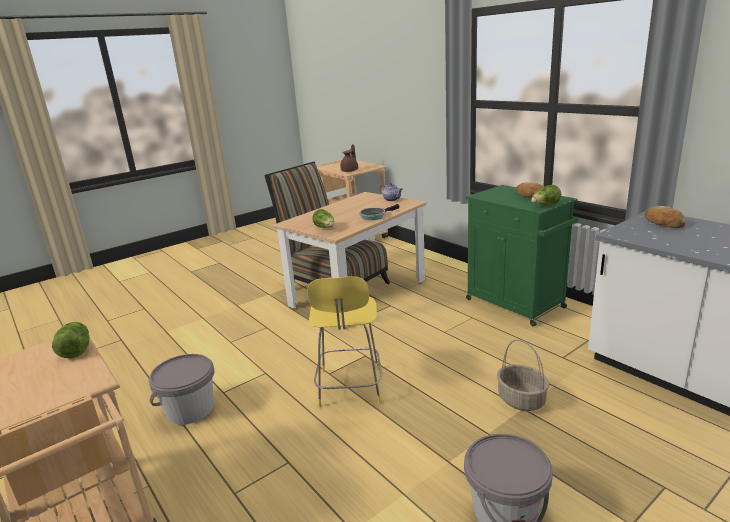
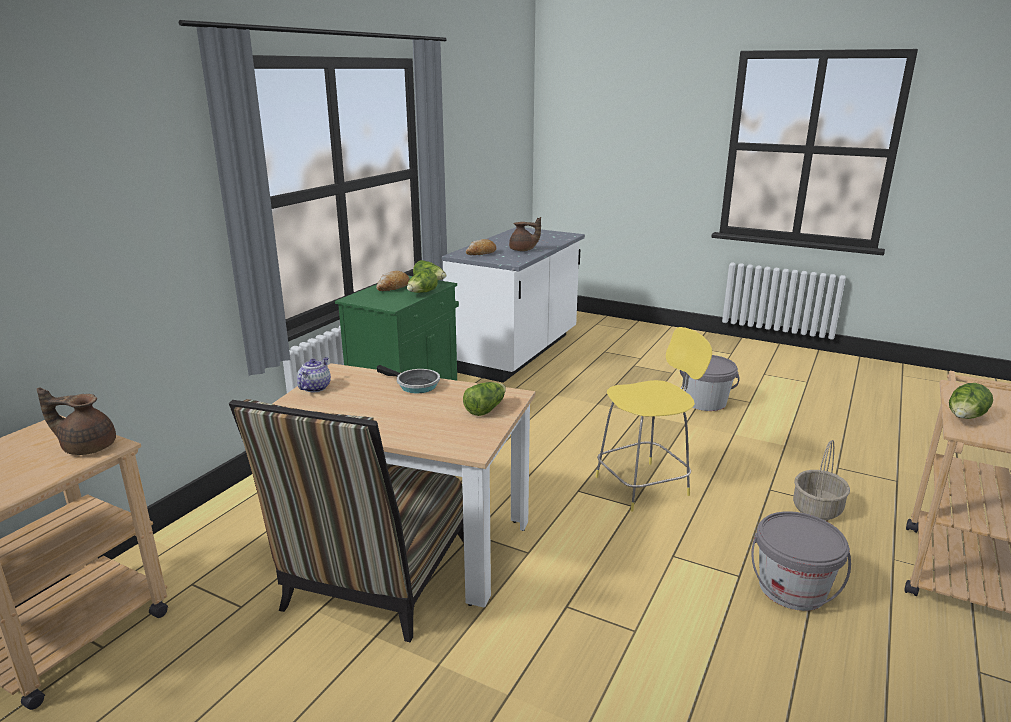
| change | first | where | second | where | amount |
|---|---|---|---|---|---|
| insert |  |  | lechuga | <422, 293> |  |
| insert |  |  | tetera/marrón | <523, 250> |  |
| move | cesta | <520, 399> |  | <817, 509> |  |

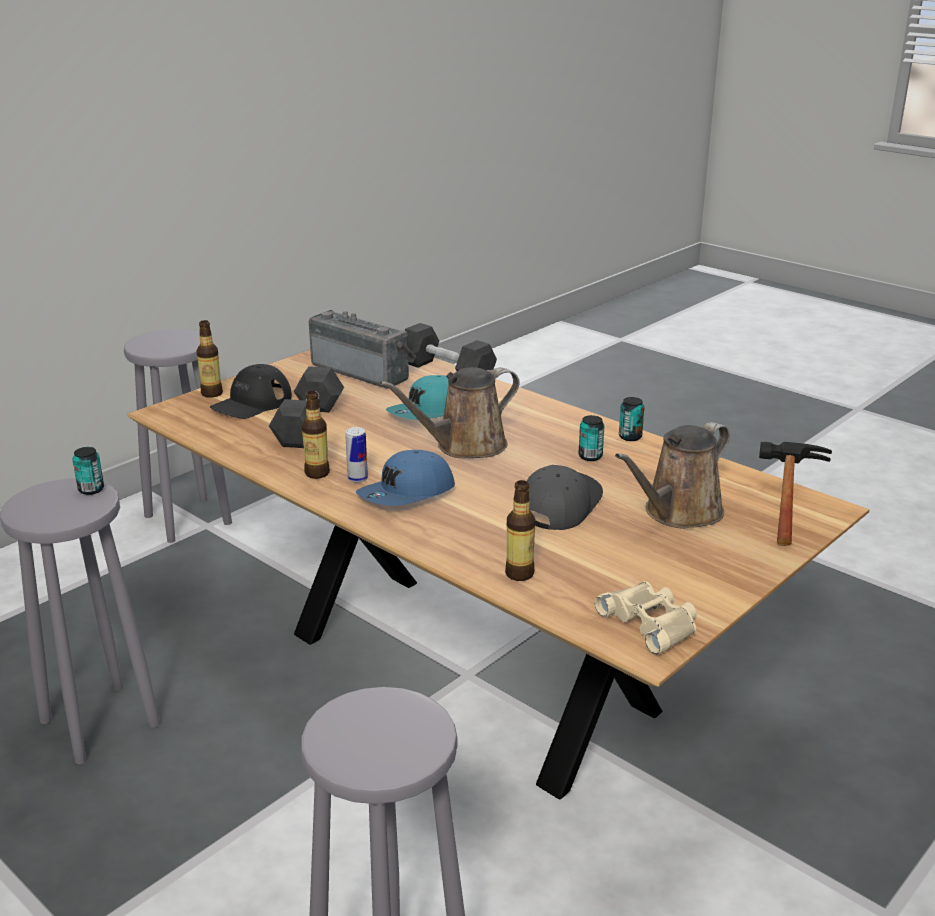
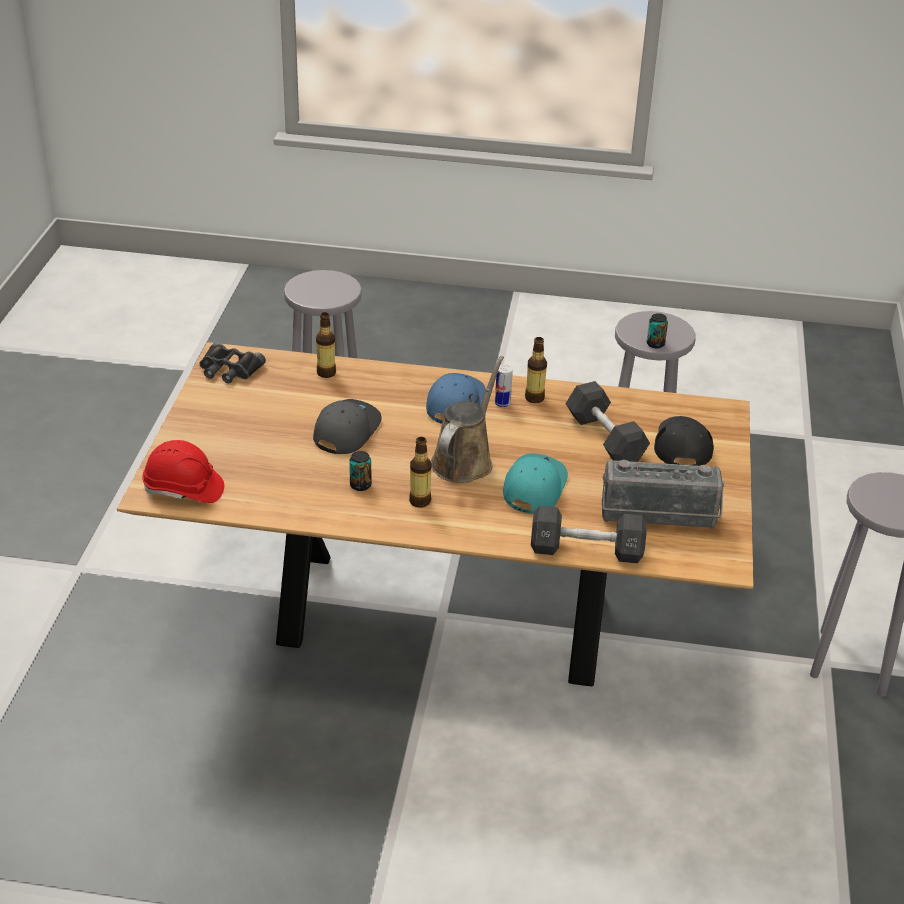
| change | first | where | second | where | amount |
|---|---|---|---|---|---|
| delete | regadera/marrón | <678, 513> |  |  |  |
| delete | lata | <630, 437> |  |  |  |
| move | botella | <212, 393> |  | <420, 501> |  |
| replace | martillo | <784, 503> | casco/rojo | <184, 489> |  |
| recolor | prismáticos/beis | <651, 622> | prismáticos/negro | <229, 369> |  |
| rotate | gorra/gris | <558, 504> |  | <346, 430> | 150 degrees counterclockwise |

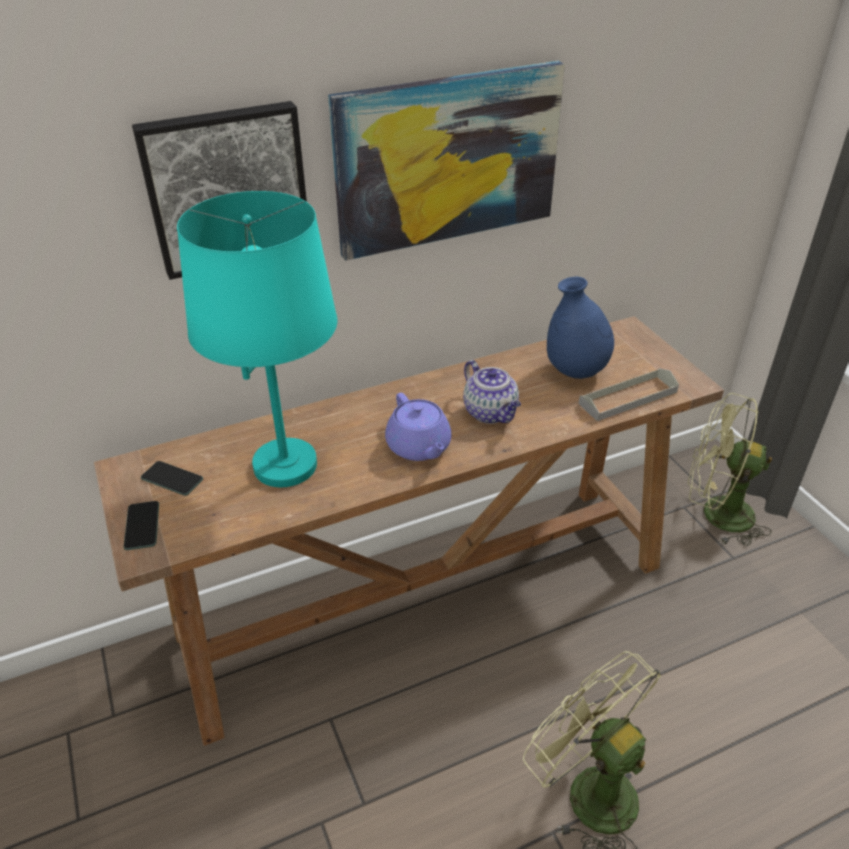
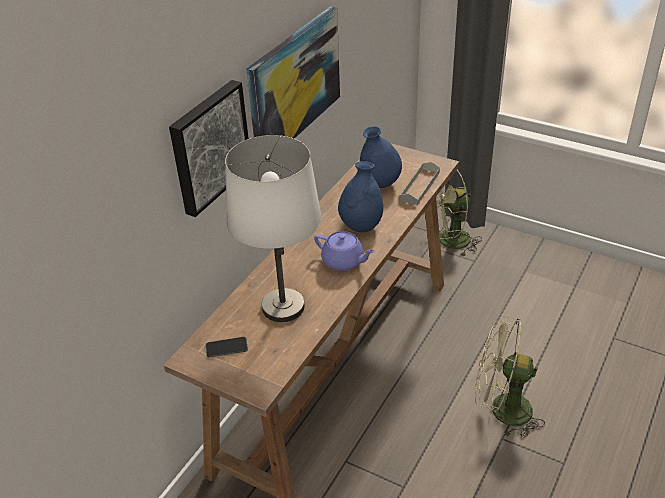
| change | first | where | second | where | amount |
|---|---|---|---|---|---|
| delete | móvil | <142, 526> |  |  |  |
| replace | tetera | <491, 413> | florero/azul | <361, 226> |  |
| recolor | lámpara de mesa/turquesa | <284, 465> | lámpara de mesa/blanco | <282, 307> |  |

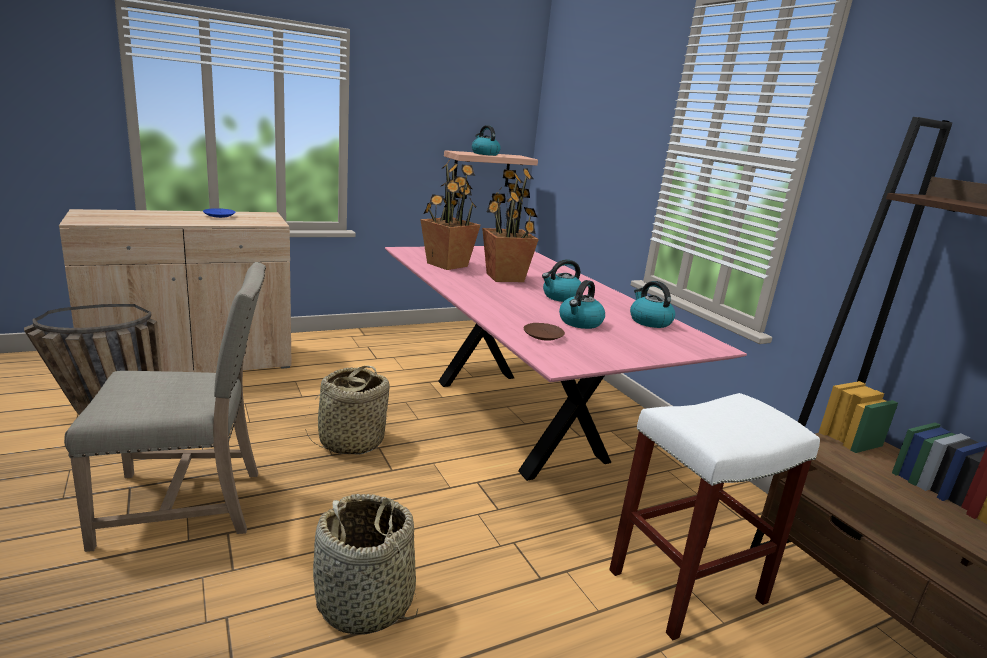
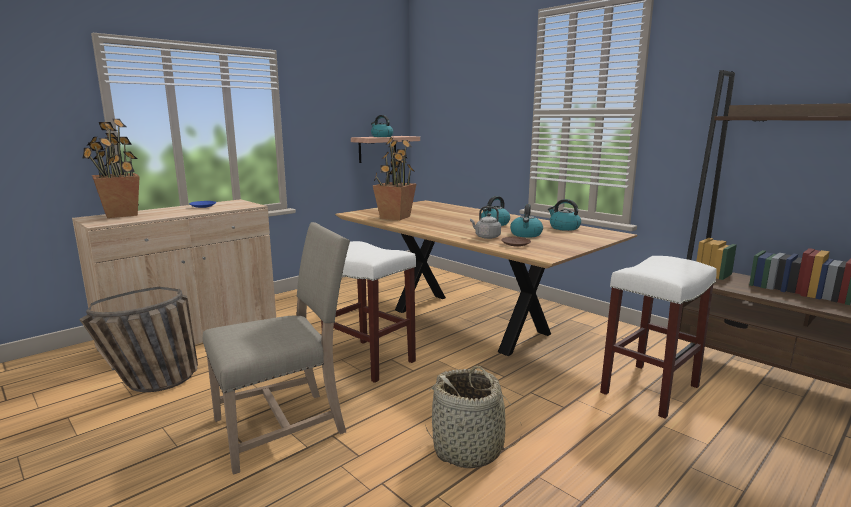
| change | first | where | second | where | amount |
|---|---|---|---|---|---|
| insert |  |  | hervidor/gris | <486, 237> |  |
| move | planta en maceta | <504, 277> |  | <120, 215> |  |
| replace | cesta | <351, 441> | taburete/blanco | <367, 360> |  |
| recolor | mesa de comedor/rosa | <516, 418> | mesa de comedor/marrón | <469, 322> |  |

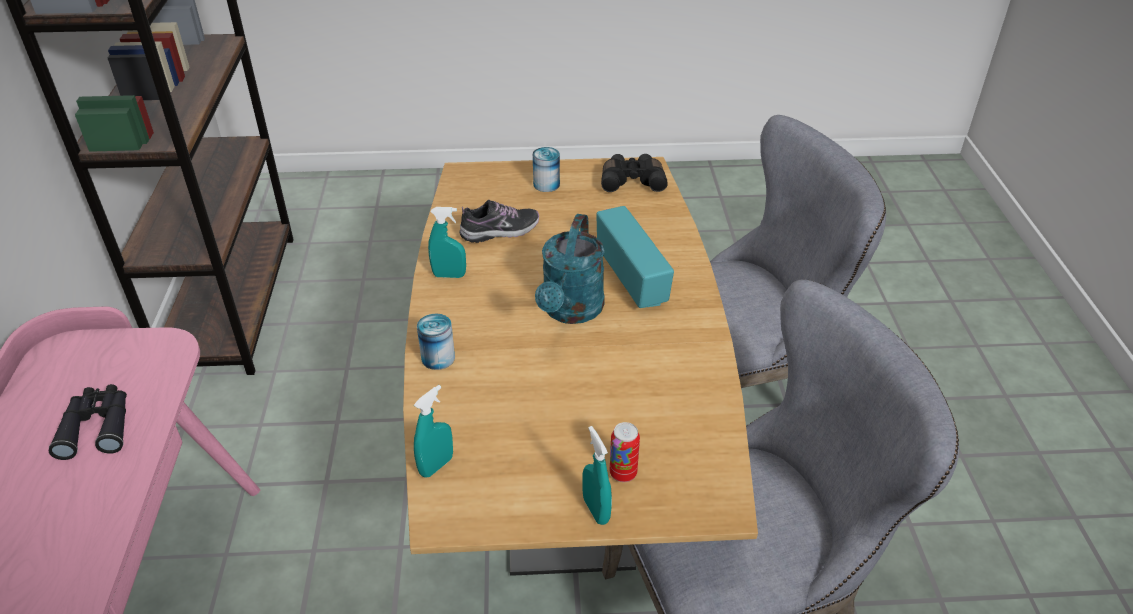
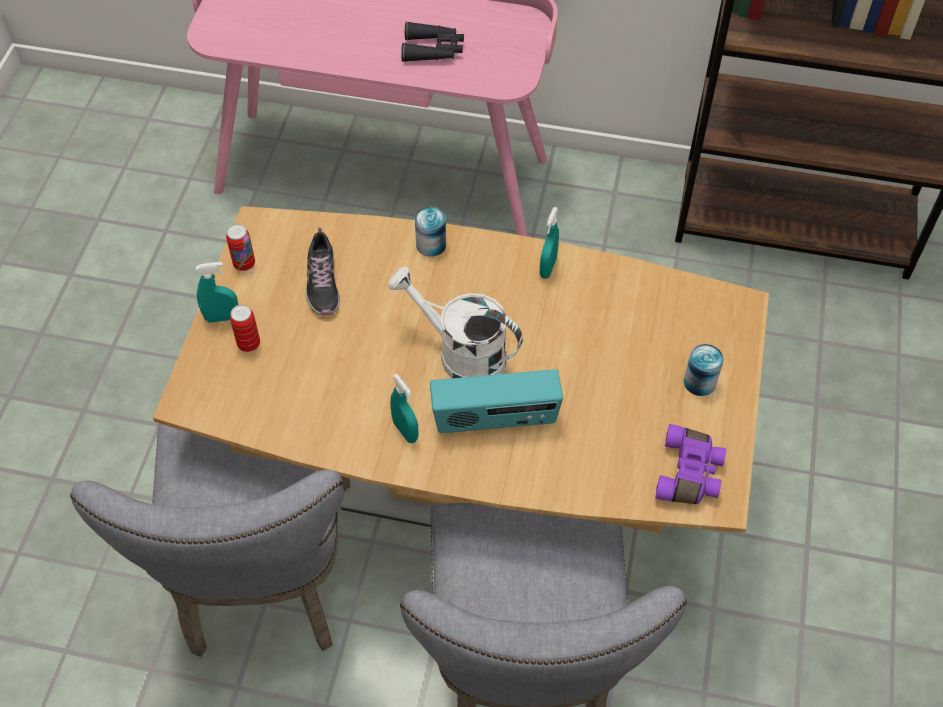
| change | first | where | second | where | amount |
|---|---|---|---|---|---|
| insert |  |  | lata | <244, 264> |  |
| move | pulverizador/turquesa | <436, 466> |  | <405, 431> |  |
| move | zapato | <500, 231> |  | <322, 283> |  |
| recolor | regadera/turquesa | <570, 311> | regadera/blanco | <461, 354> |  |
| recolor | prismáticos/negro | <632, 181> | prismáticos/morado | <690, 474> |  |

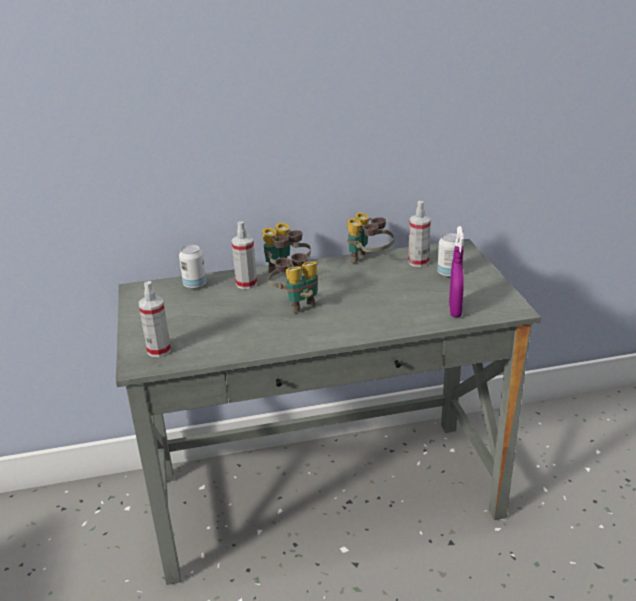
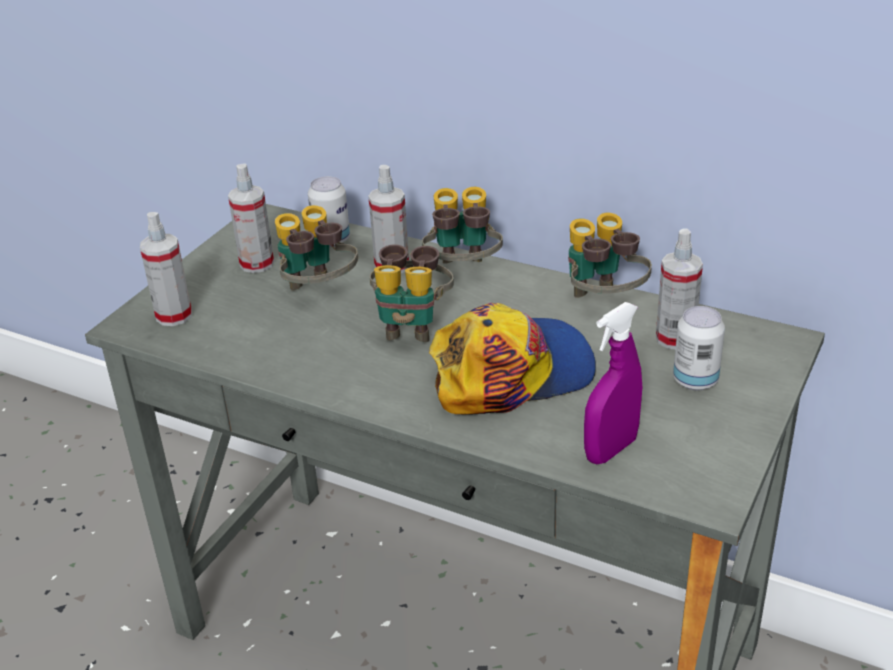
| change | first | where | second | where | amount |
|---|---|---|---|---|---|
| insert |  |  | pulverizador | <257, 264> |  |
| insert |  |  | prismáticos | <318, 293> |  |
| insert |  |  | gorra | <511, 372> |  |

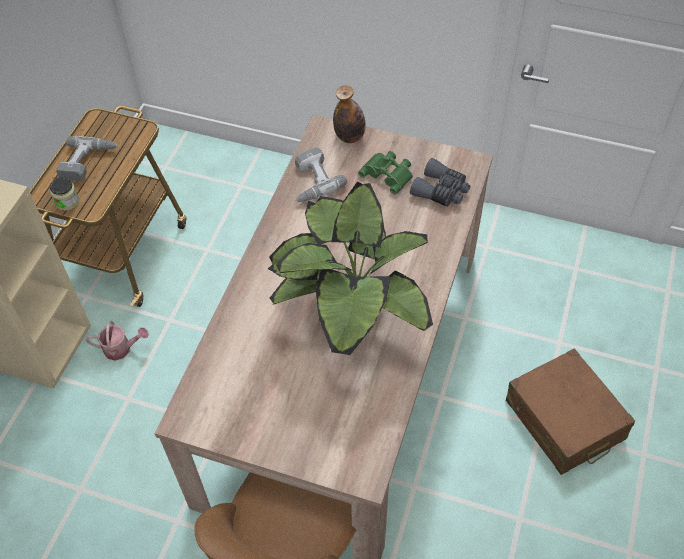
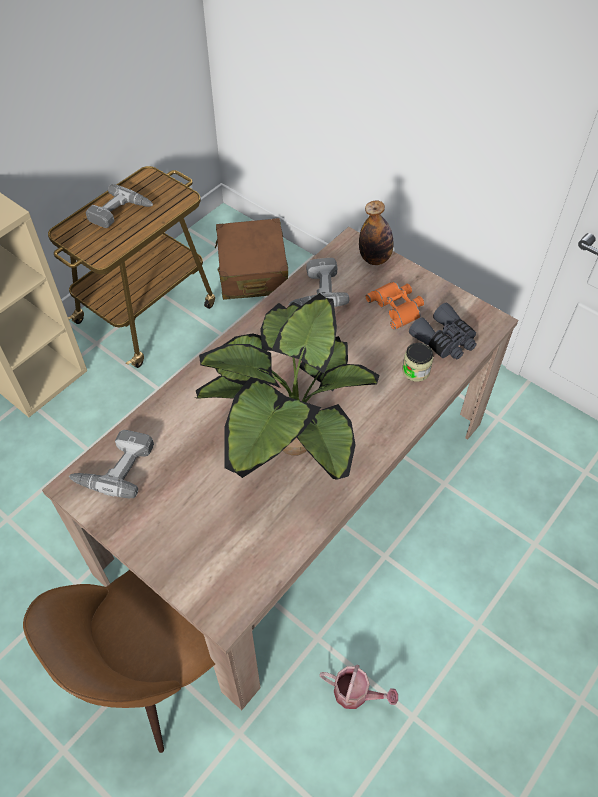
| change | first | where | second | where | amount |
|---|---|---|---|---|---|
| insert |  |  | taladro | <114, 466> |  |
| move | tarro | <67, 202> |  | <415, 371> |  |
| move | regadera | <121, 348> |  | <356, 693> |  |
| move | maleta/marrón | <564, 420> |  | <252, 271> |  |
| recolor | prismáticos/verde | <388, 174> | prismáticos/naranja | <397, 306> |  |

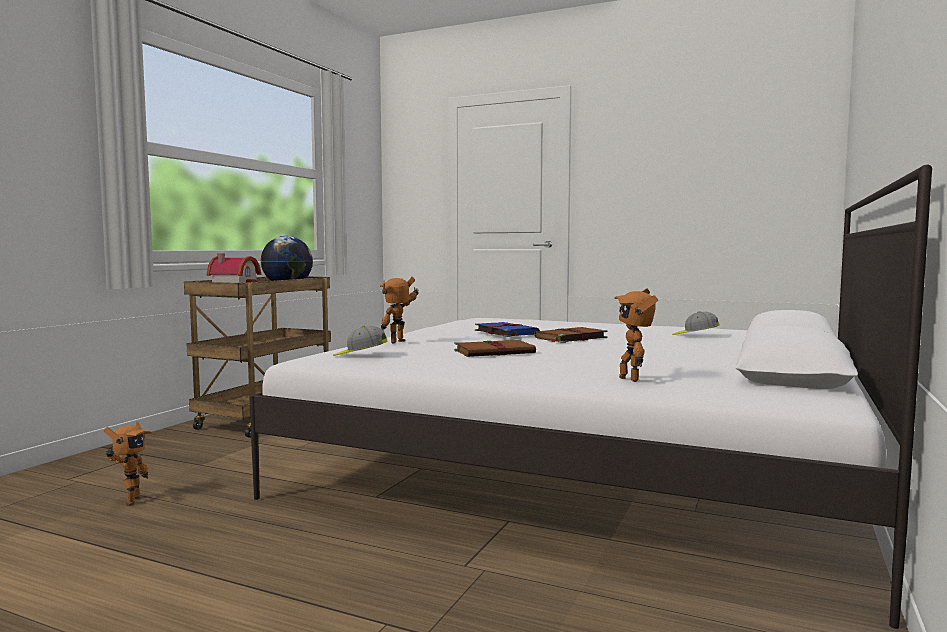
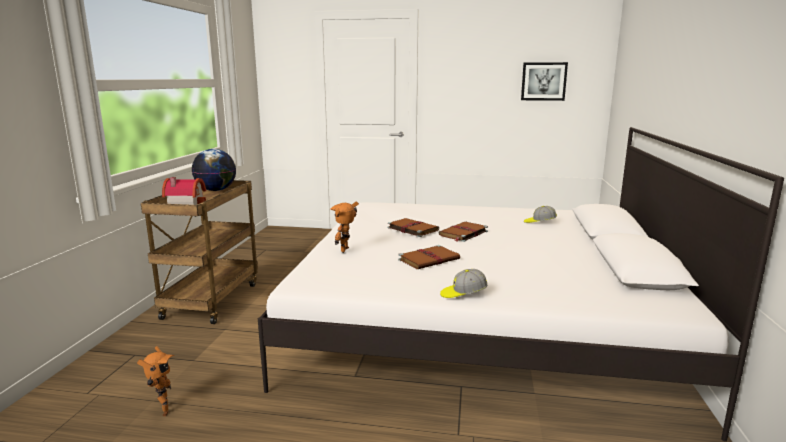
| change | first | where | second | where | amount |
|---|---|---|---|---|---|
| delete | robot de juguete | <632, 379> |  |  |  |
| insert |  |  | cuadro | <543, 81> |  |
| move | gorra | <360, 355> |  | <463, 294> |  |
| recolor | libro/azul | <505, 332> | libro/marrón | <412, 229> |  |

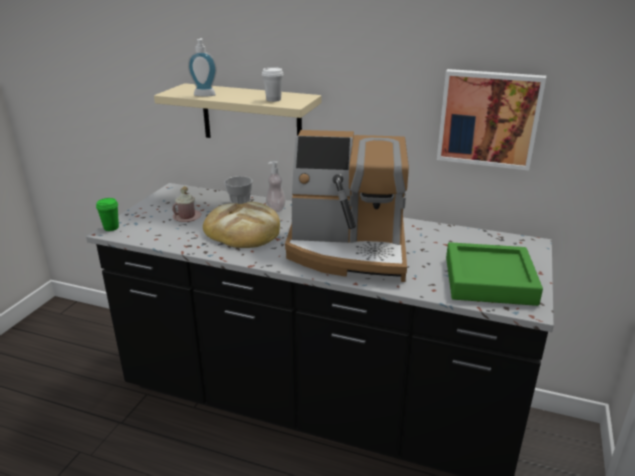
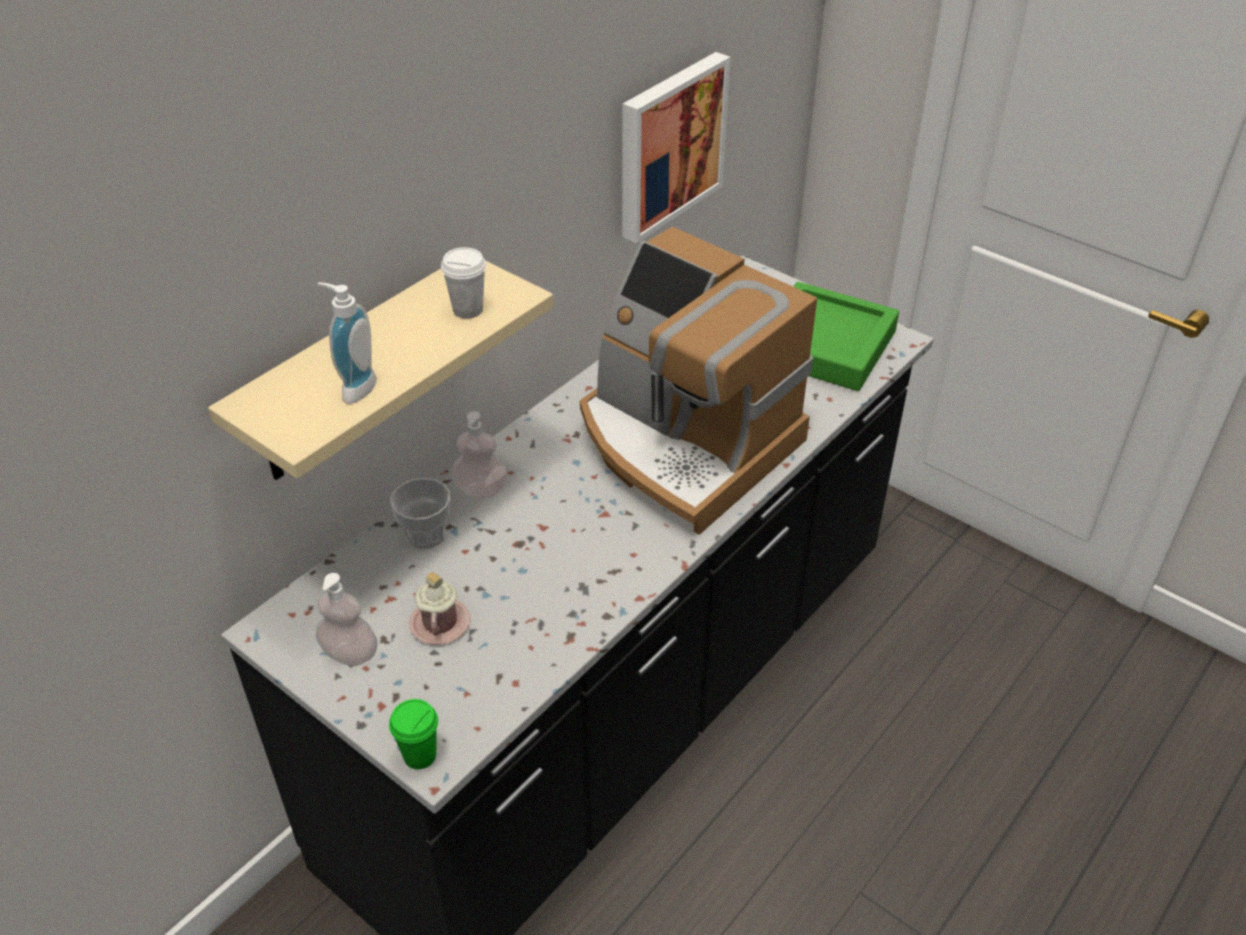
| change | first | where | second | where | amount |
|---|---|---|---|---|---|
| delete | pan | <243, 230> |  |  |  |
| insert |  |  | dispensador de jabón | <350, 653> |  |
| rotate | cafetera | <348, 250> |  | <684, 443> | 105 degrees clockwise |

